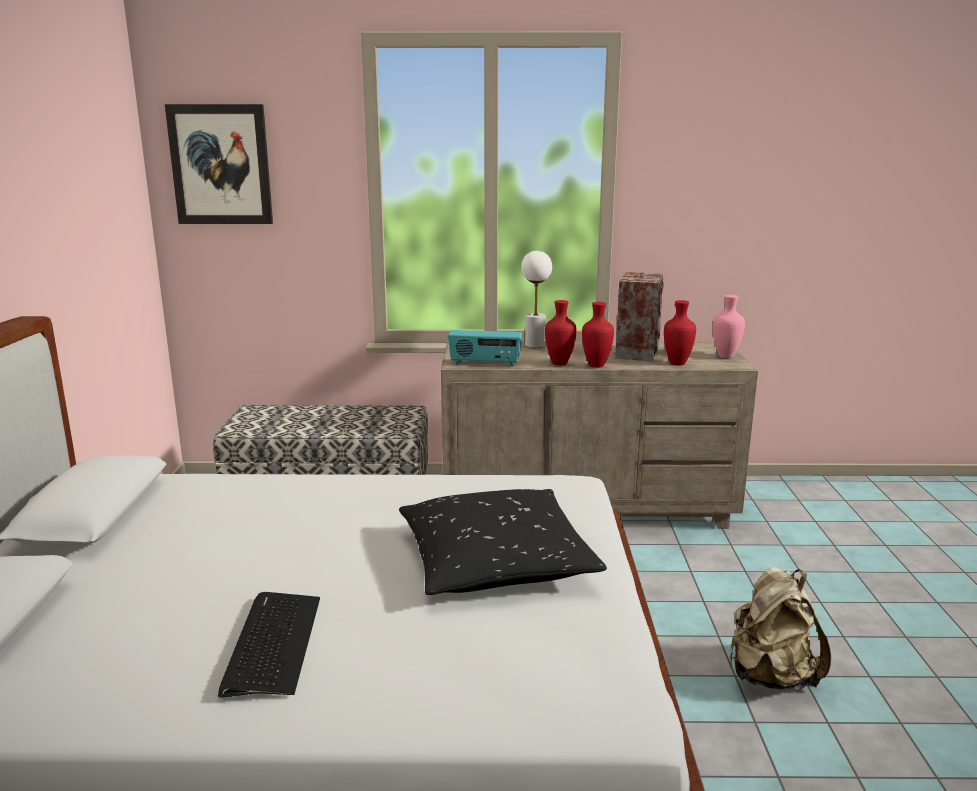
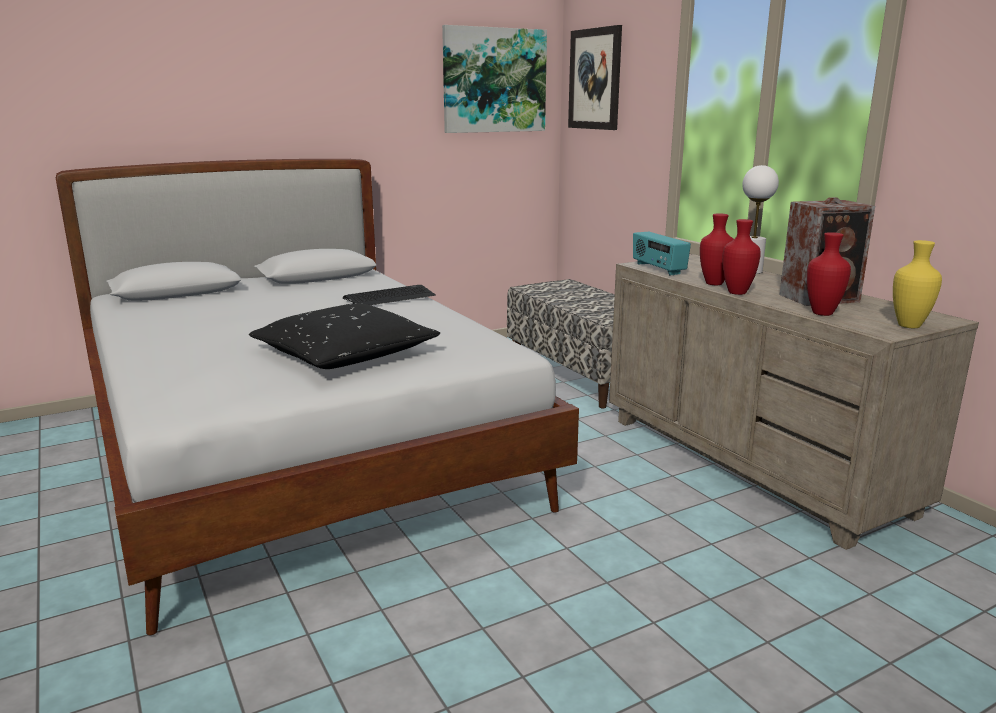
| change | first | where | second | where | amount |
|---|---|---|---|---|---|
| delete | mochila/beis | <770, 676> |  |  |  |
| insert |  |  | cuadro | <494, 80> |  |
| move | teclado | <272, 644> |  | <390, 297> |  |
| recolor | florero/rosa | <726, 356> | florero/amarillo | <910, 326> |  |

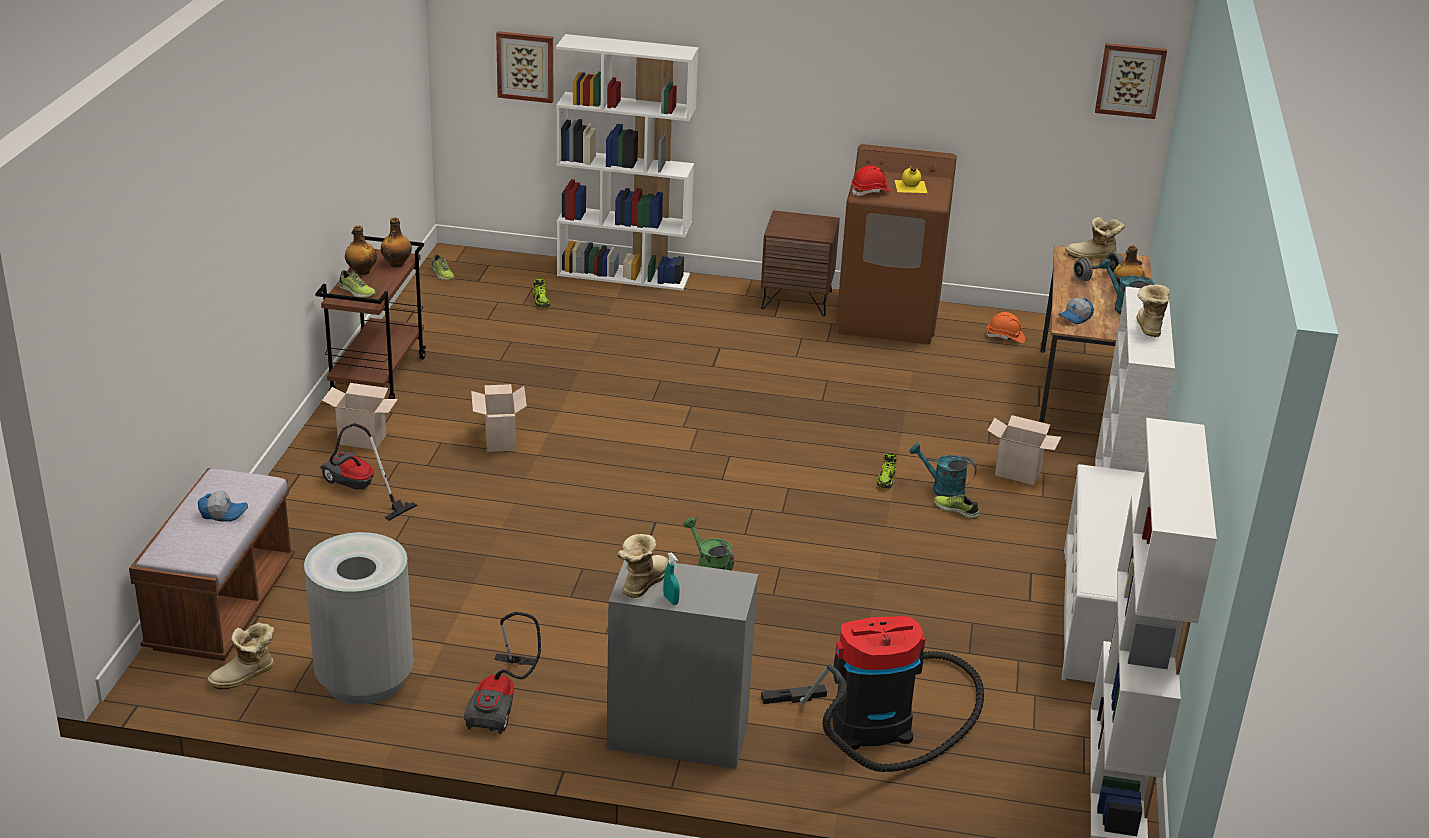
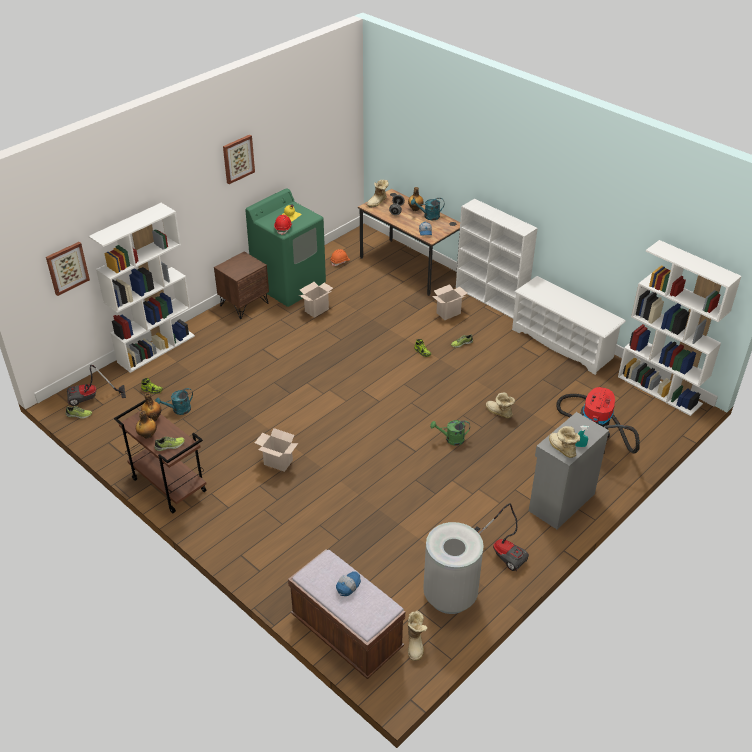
| change | first | where | second | where | amount |
|---|---|---|---|---|---|
| move | aspiradora | <358, 490> |  | <91, 399> |  |
| move | caja de cartón | <364, 439> |  | <316, 309> |  |
| move | regadera/turquesa | <942, 489> |  | <178, 410> |  |
| move | cuadro | <1130, 80> |  | <238, 158> |  |
| move | bota | <1148, 327> |  | <499, 413> |  |
| recolor | lavadora/marrón | <889, 317> | lavadora/verde | <289, 285> |  |

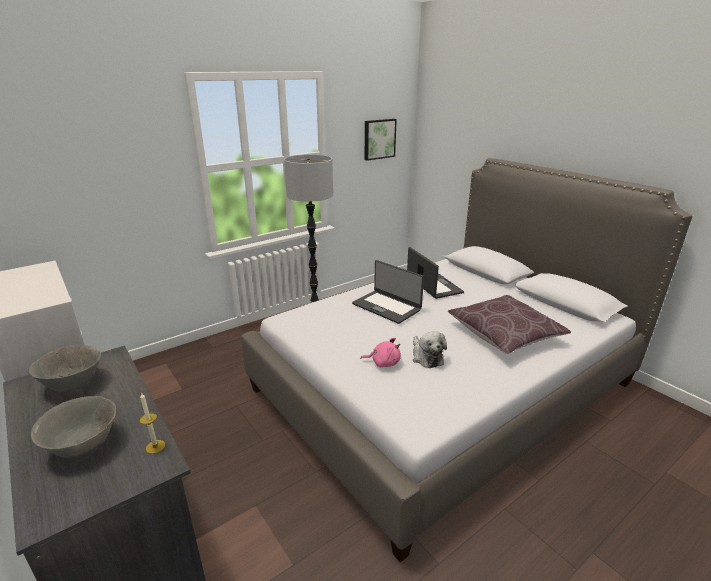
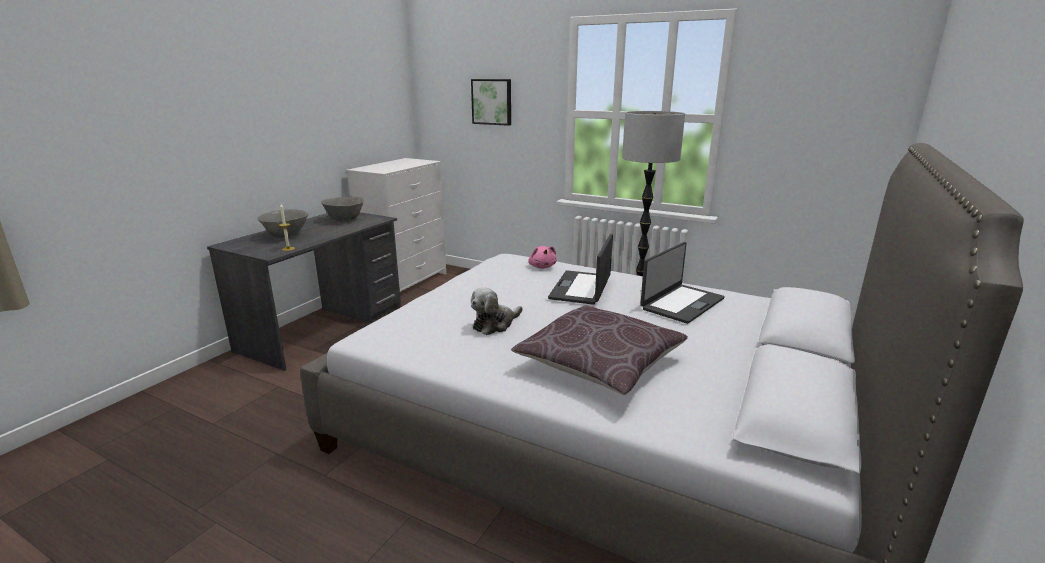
| change | first | where | second | where | amount |
|---|---|---|---|---|---|
| move | peluche/rosa | <383, 362> |  | <542, 267> |  |
| move | cuadro | <379, 139> |  | <492, 102> |  |

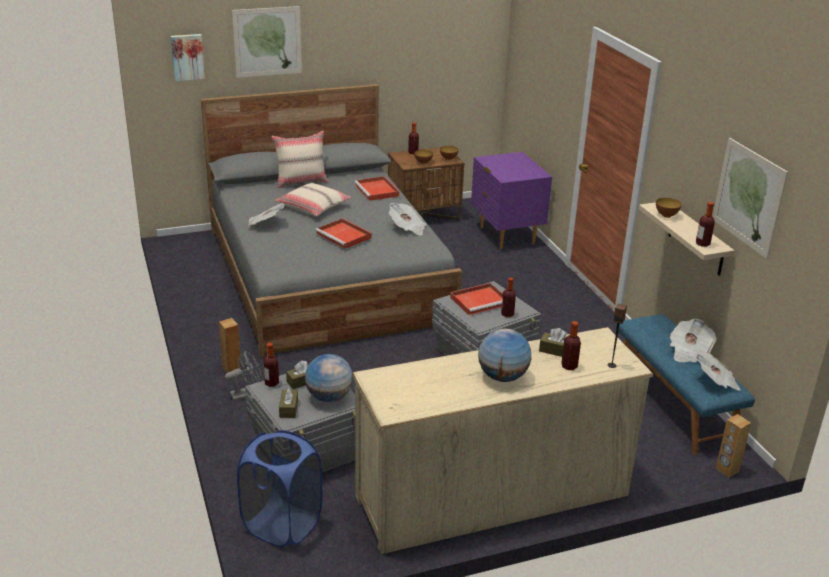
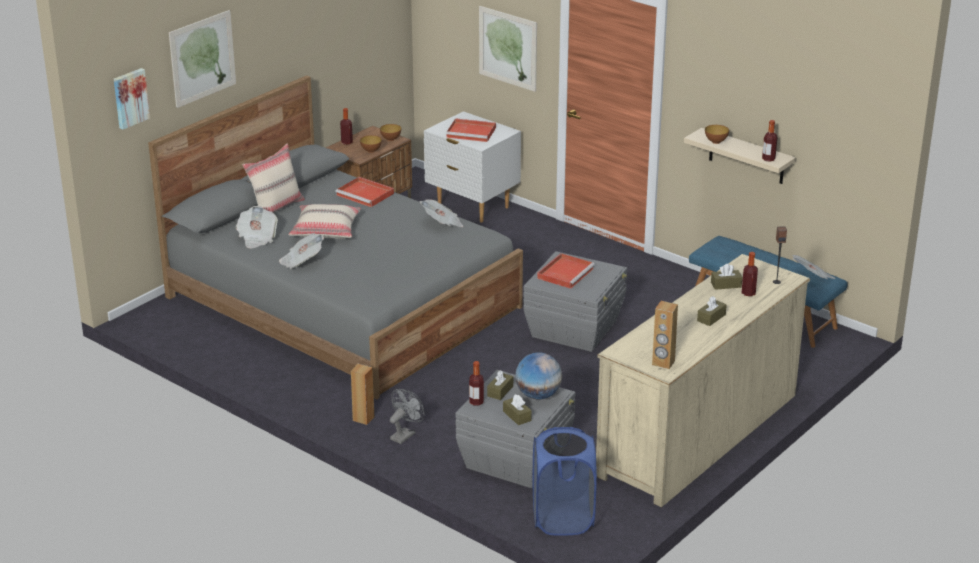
| change | first | where | second | where | amount |
|---|---|---|---|---|---|
| delete | botella | <507, 314> |  |  |  |
| move | bandeja/rojo | <344, 236> |  | <472, 132> |  |
| move | periódico | <689, 352> |  | <257, 238> |  |
| move | cuadro | <748, 197> |  | <508, 48> |  |
| move | altavoz/marrón | <727, 470> |  | <663, 363> |  |
| replace | globo terráqueo | <502, 377> | caja de pañuelos/marrón | <711, 318> |  |
| recolor | mesita de noche/morado | <506, 235> | mesita de noche/blanco | <472, 207> |  |

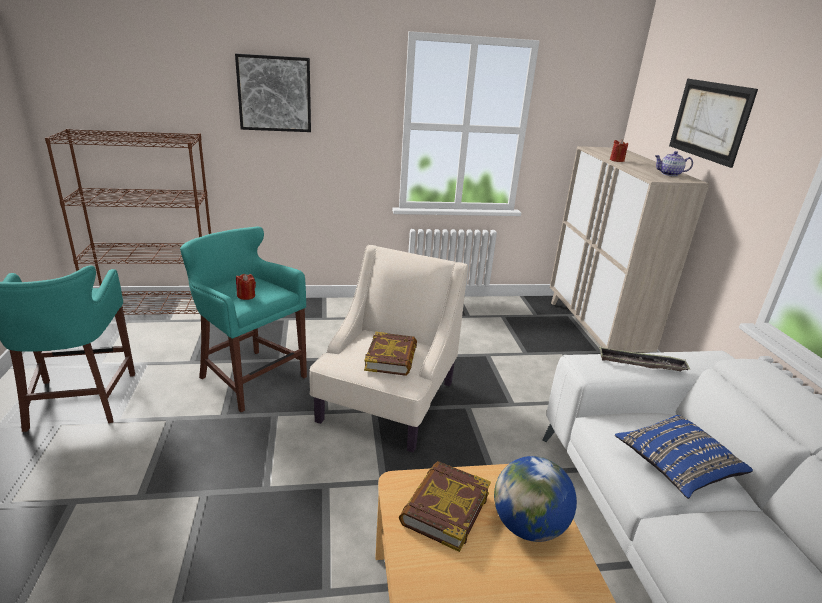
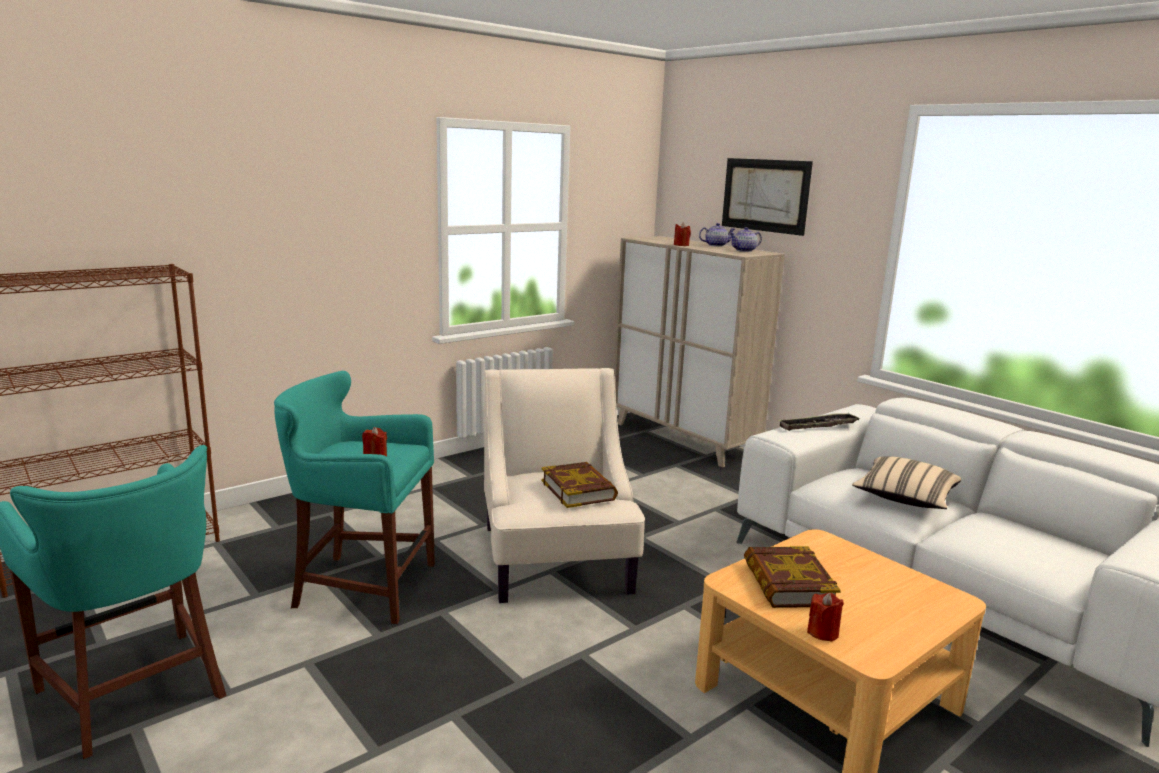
| change | first | where | second | where | amount |
|---|---|---|---|---|---|
| delete | cuadro | <274, 93> |  |  |  |
| delete | globo terráqueo | <528, 526> |  |  |  |
| insert |  |  | tetera | <715, 245> |  |
| insert |  |  | vela/rojo | <823, 632> |  |
| recolor | cojín/azul | <676, 467> | cojín/beis | <904, 499> |  |

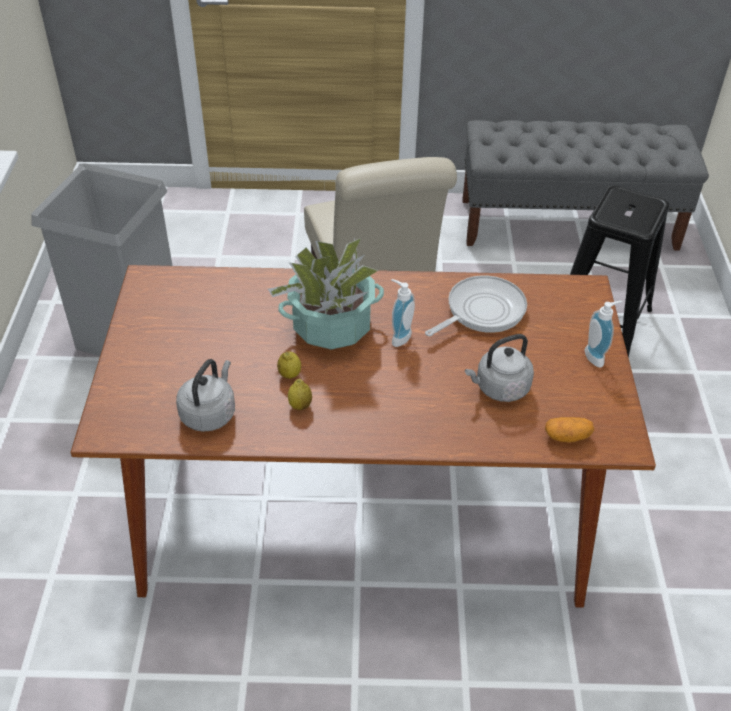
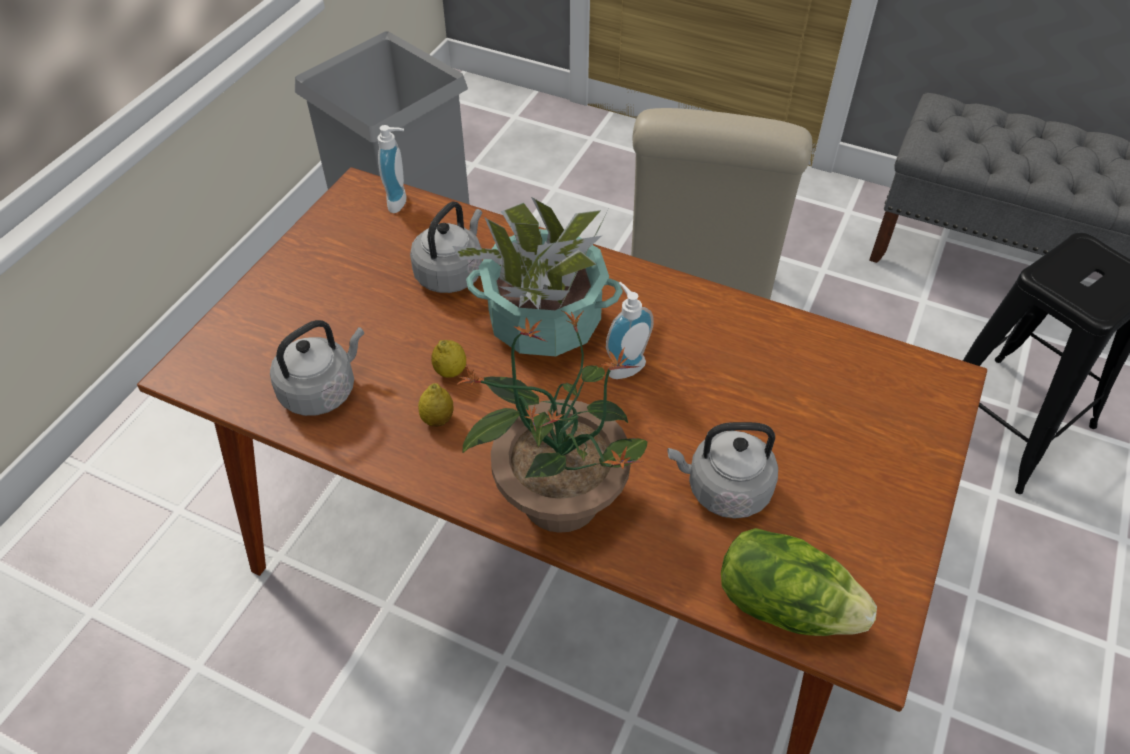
| change | first | where | second | where | amount |
|---|---|---|---|---|---|
| delete | sartén | <481, 311> |  |  |  |
| insert |  |  | hervidor/gris | <451, 273> |  |
| insert |  |  | planta en maceta | <559, 496> |  |
| move | dispensador de jabón | <597, 356> |  | <401, 202> |  |
| replace | patata | <567, 436> | lechuga | <784, 603> |  |

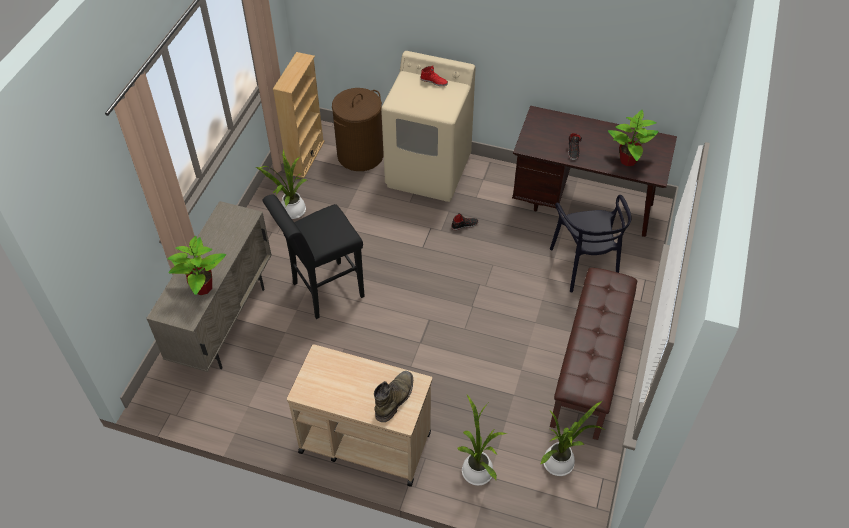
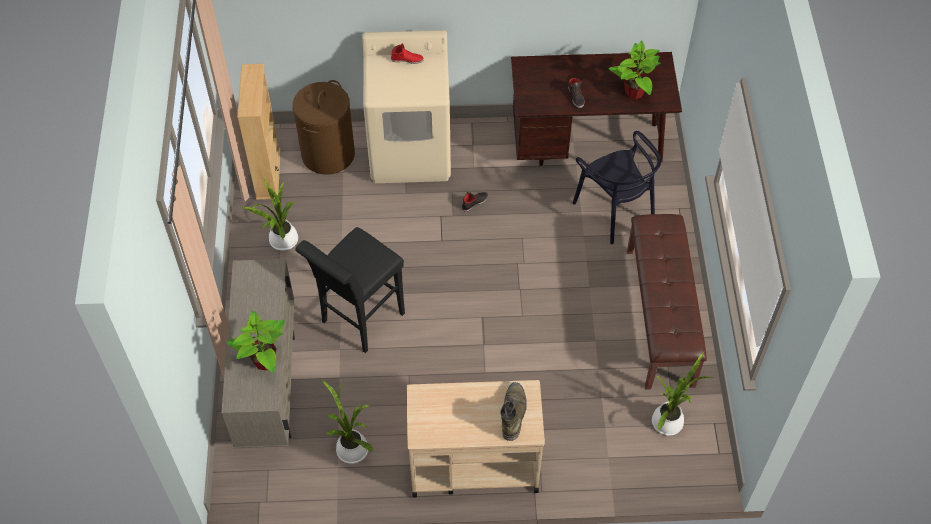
| change | first | where | second | where | amount |
|---|---|---|---|---|---|
| move | planta en maceta | <476, 469> |  | <351, 447> |  |

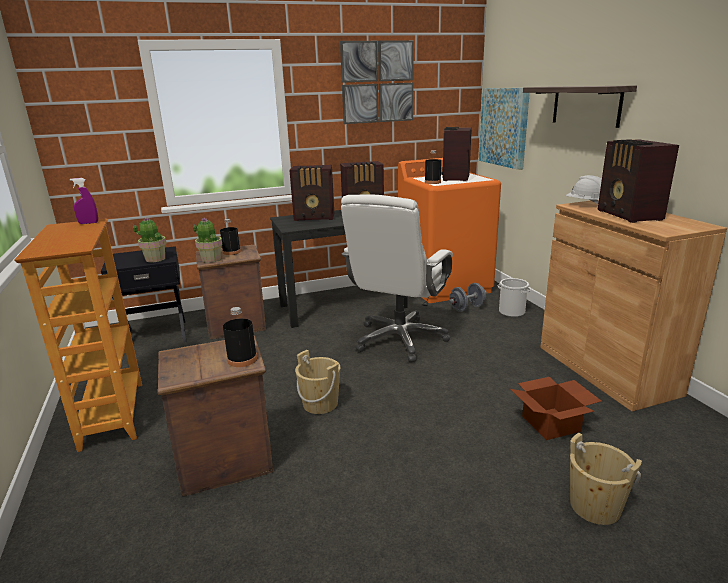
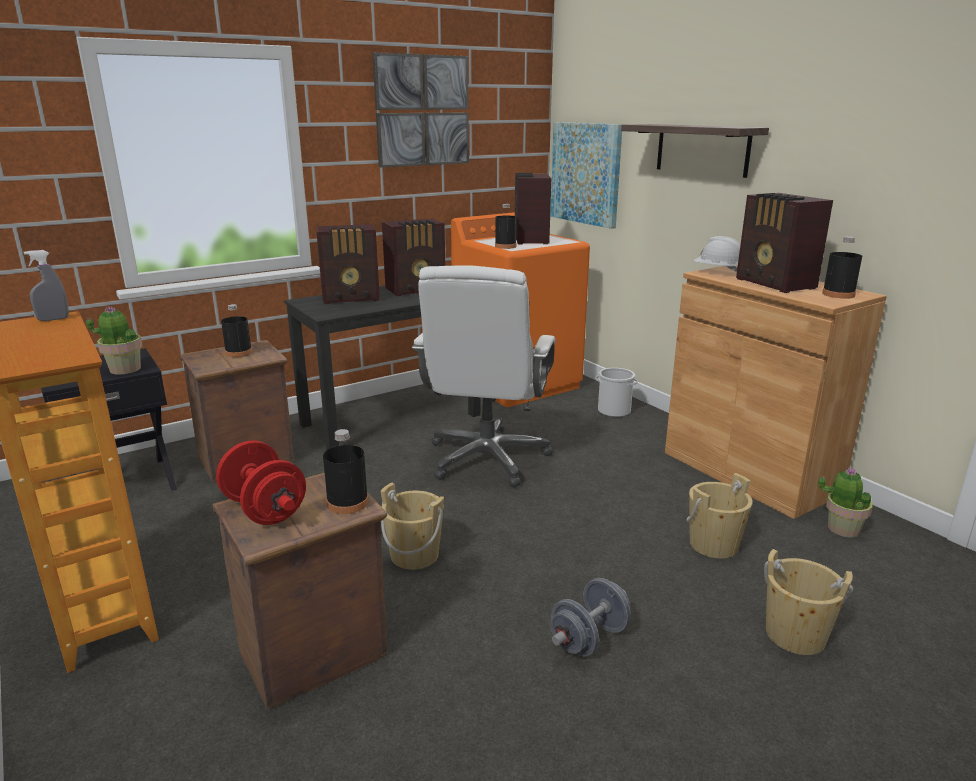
| change | first | where | second | where | amount |
|---|---|---|---|---|---|
| insert |  |  | mancuerna/rojo | <264, 509> |  |
| insert |  |  | botella/negro | <838, 294> |  |
| move | planta en maceta | <211, 259> |  | <842, 528> |  |
| move | mancuerna/gris | <467, 308> |  | <589, 638> |  |
| replace | caja de cartón | <552, 424> | cubo/beis | <713, 544> |  |
| recolor | pulverizador/morado | <88, 223> | pulverizador/gris | <53, 319> |  |

